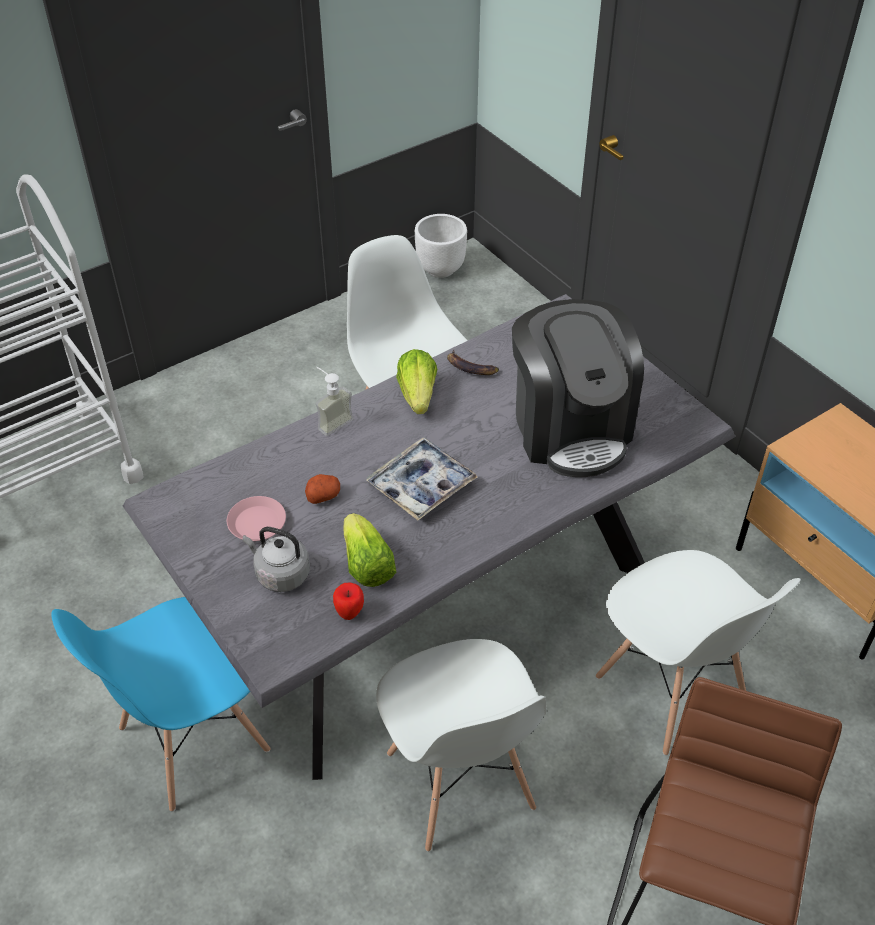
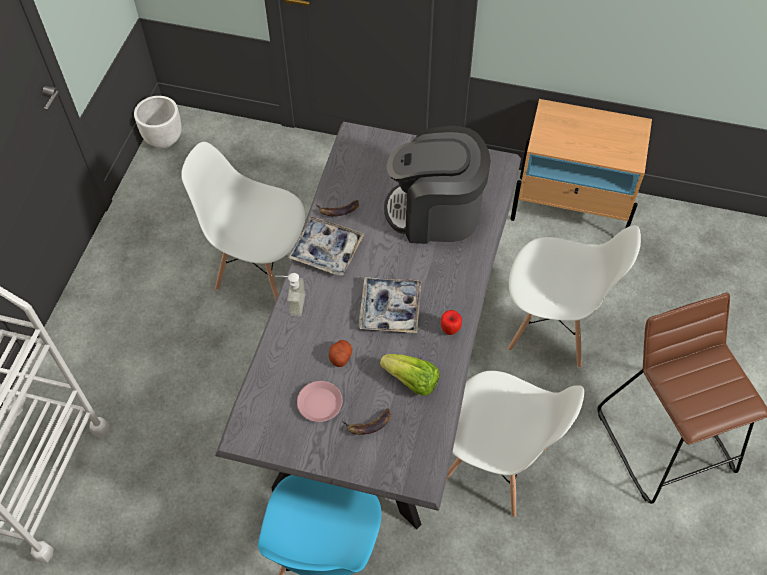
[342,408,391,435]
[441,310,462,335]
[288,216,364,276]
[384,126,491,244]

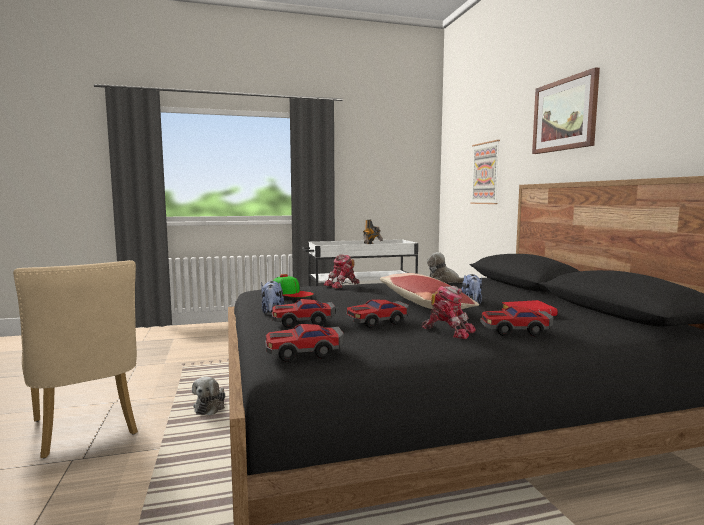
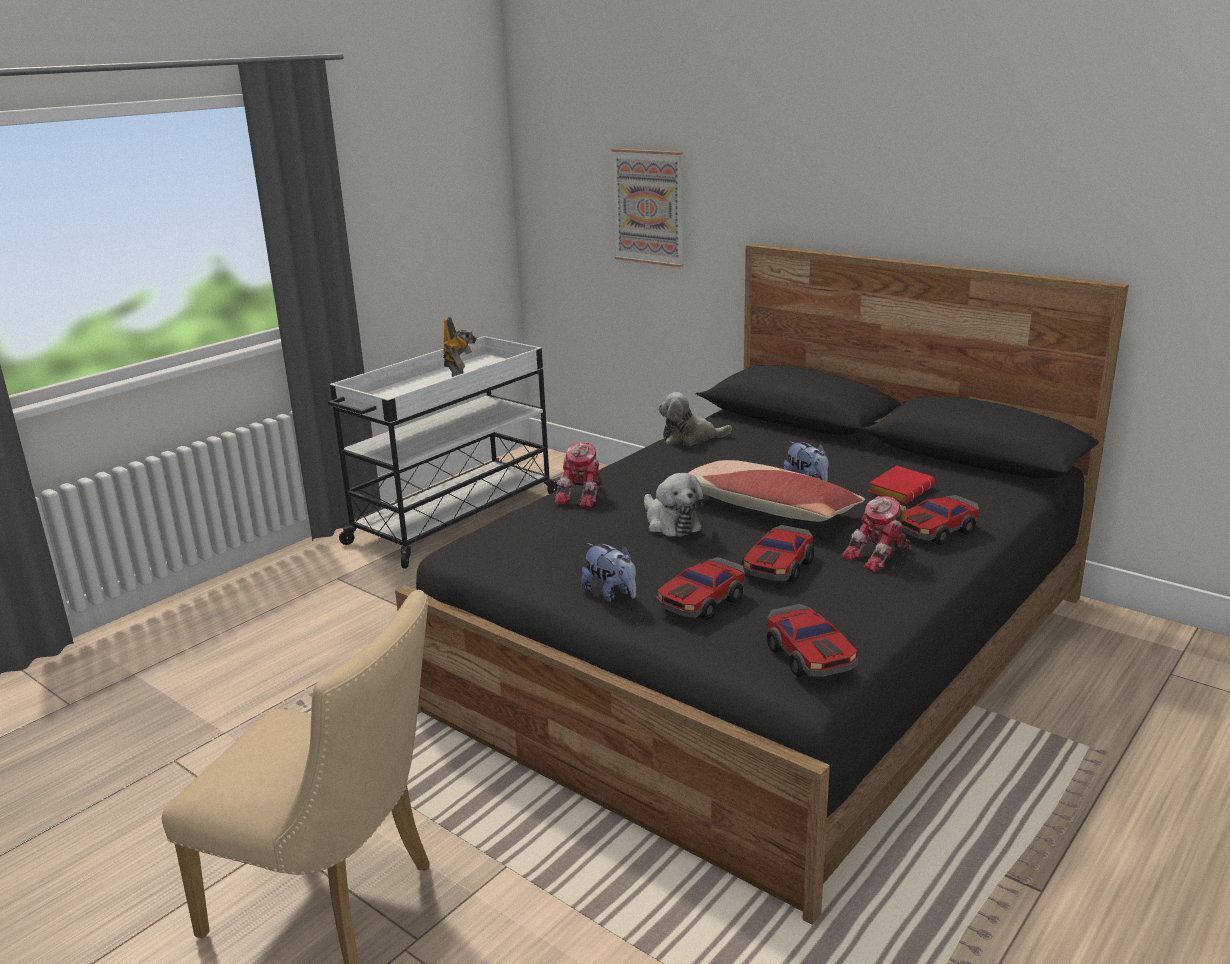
[644,473,704,537]
[767,604,859,677]
[272,274,314,298] (first image)
[841,496,912,572]
[532,67,600,154] (first image)

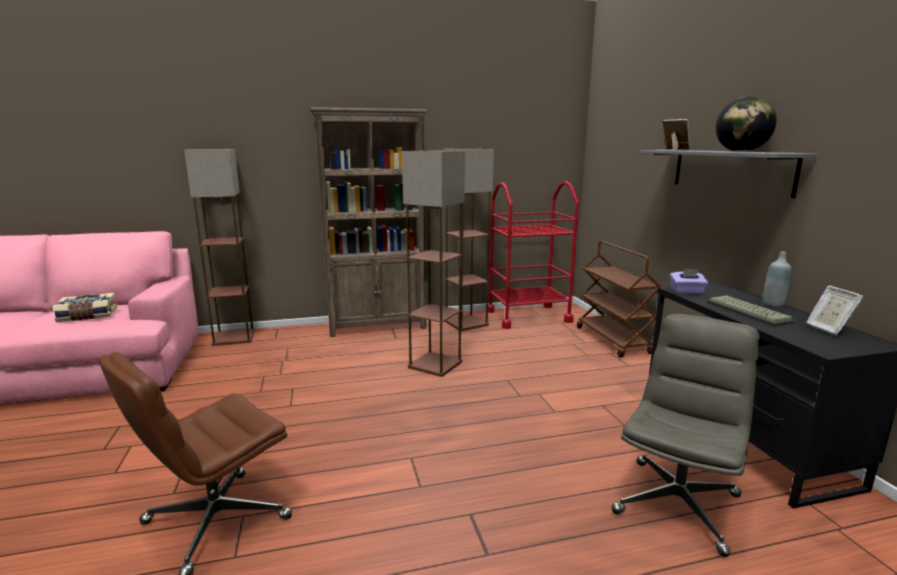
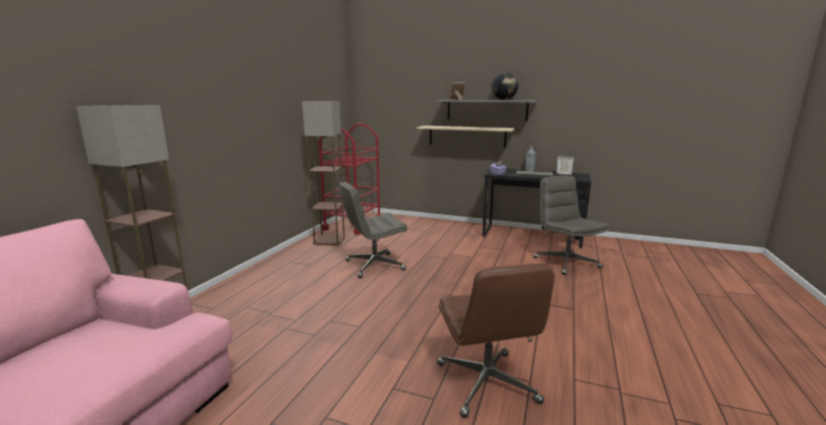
[53,293,117,322] (first image)
[311,107,427,337] (first image)
[339,182,407,278]
[577,241,661,358] (first image)
[417,126,515,148]

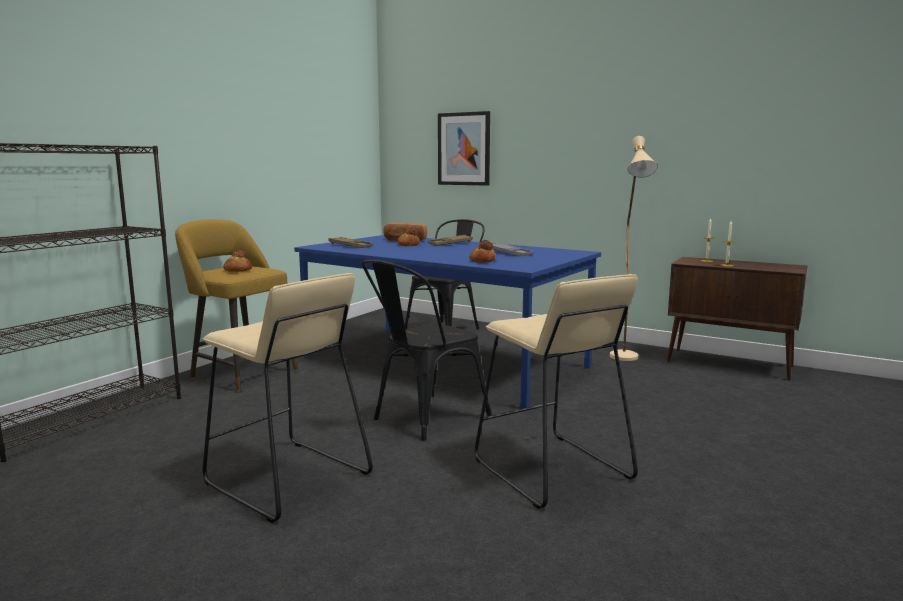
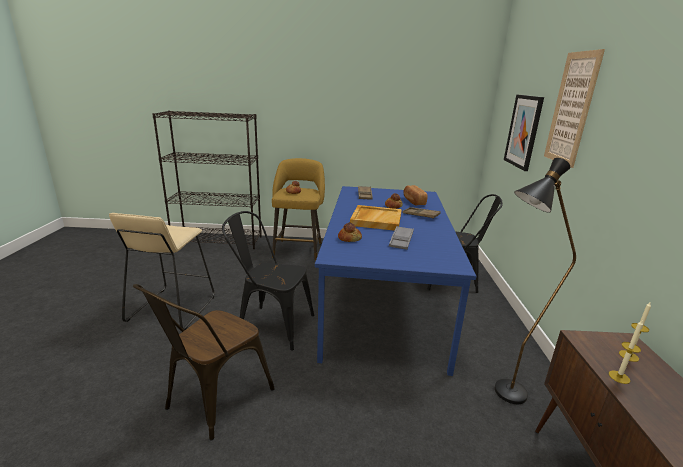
[133,284,274,441]
[495,158,576,404]
[350,205,402,231]
[544,49,605,168]

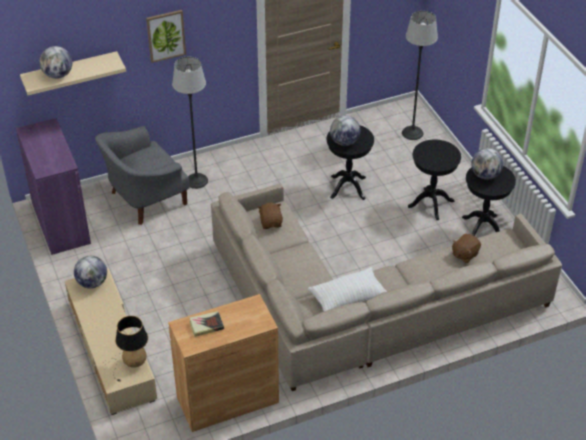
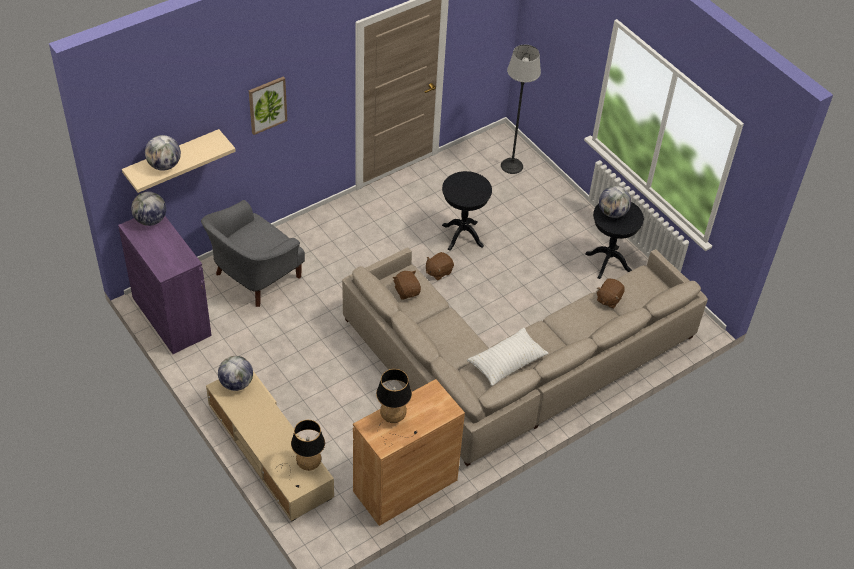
[172,57,208,189] (first image)
[376,369,418,445]
[131,191,166,226]
[408,140,461,220] (first image)
[426,252,454,280]

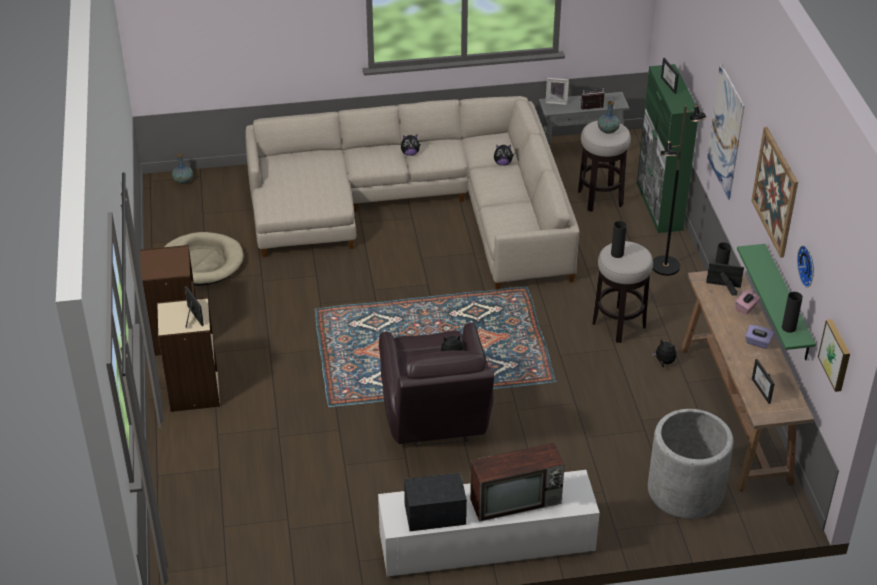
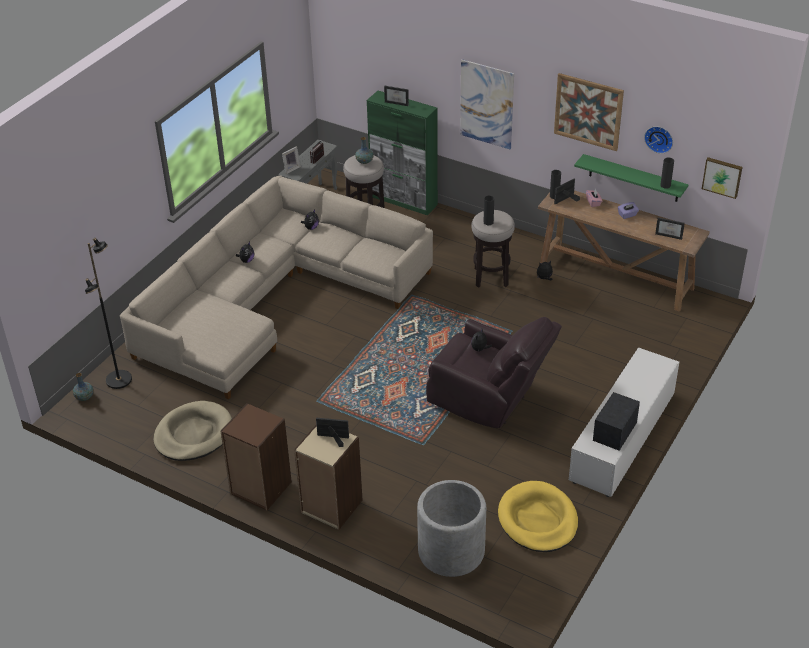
[470,443,565,522] (first image)
[417,480,486,577]
[85,237,132,389]
[498,481,578,552]

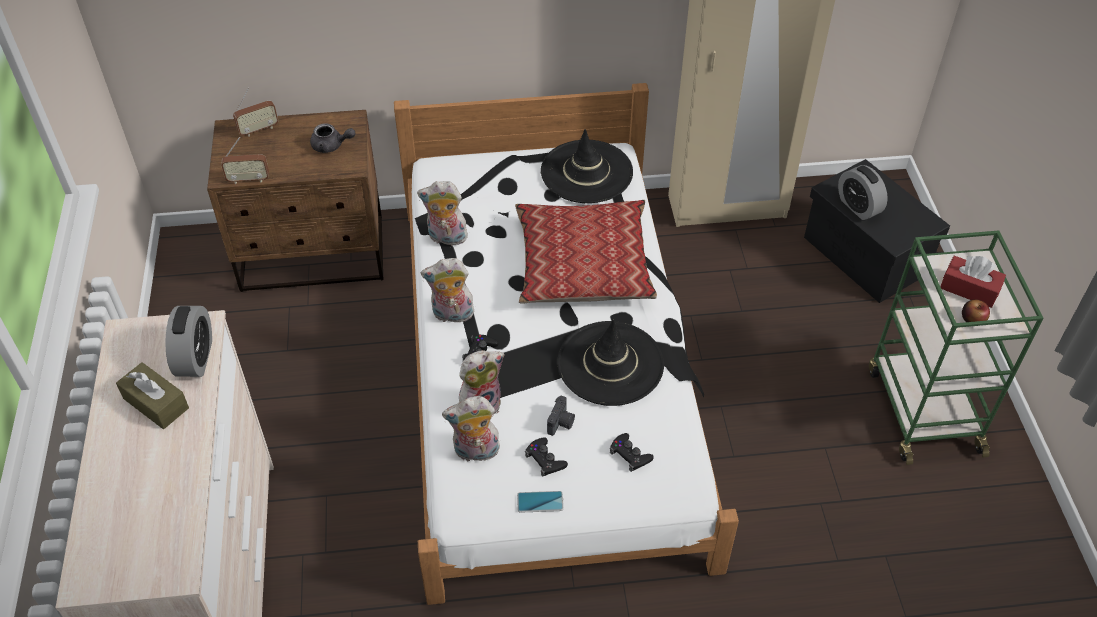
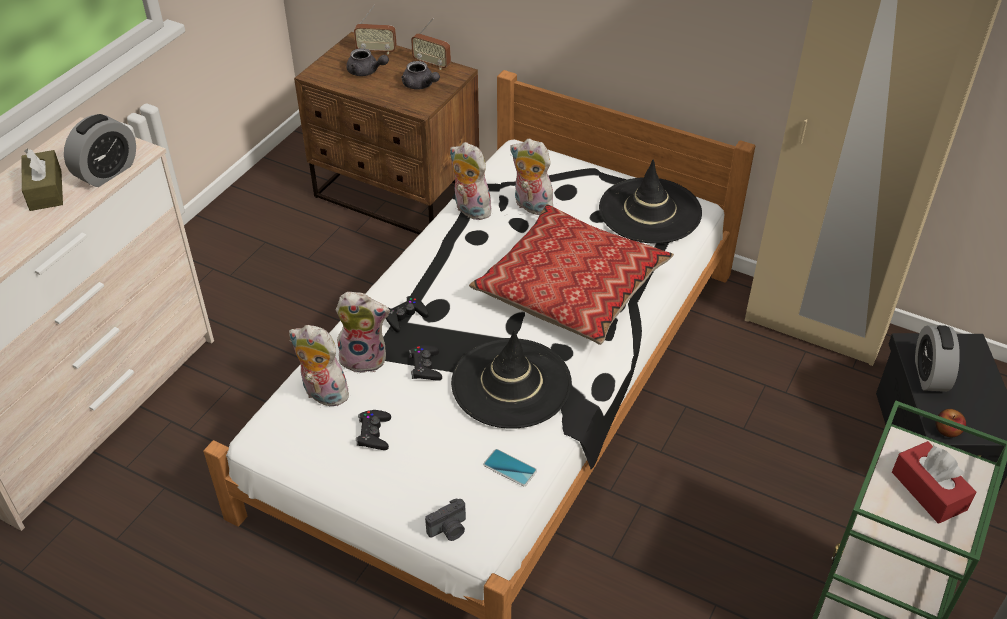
[411,18,451,70]
[510,139,553,215]
[483,449,537,486]
[425,498,466,541]
[409,345,442,381]
[935,409,966,437]
[346,48,389,76]

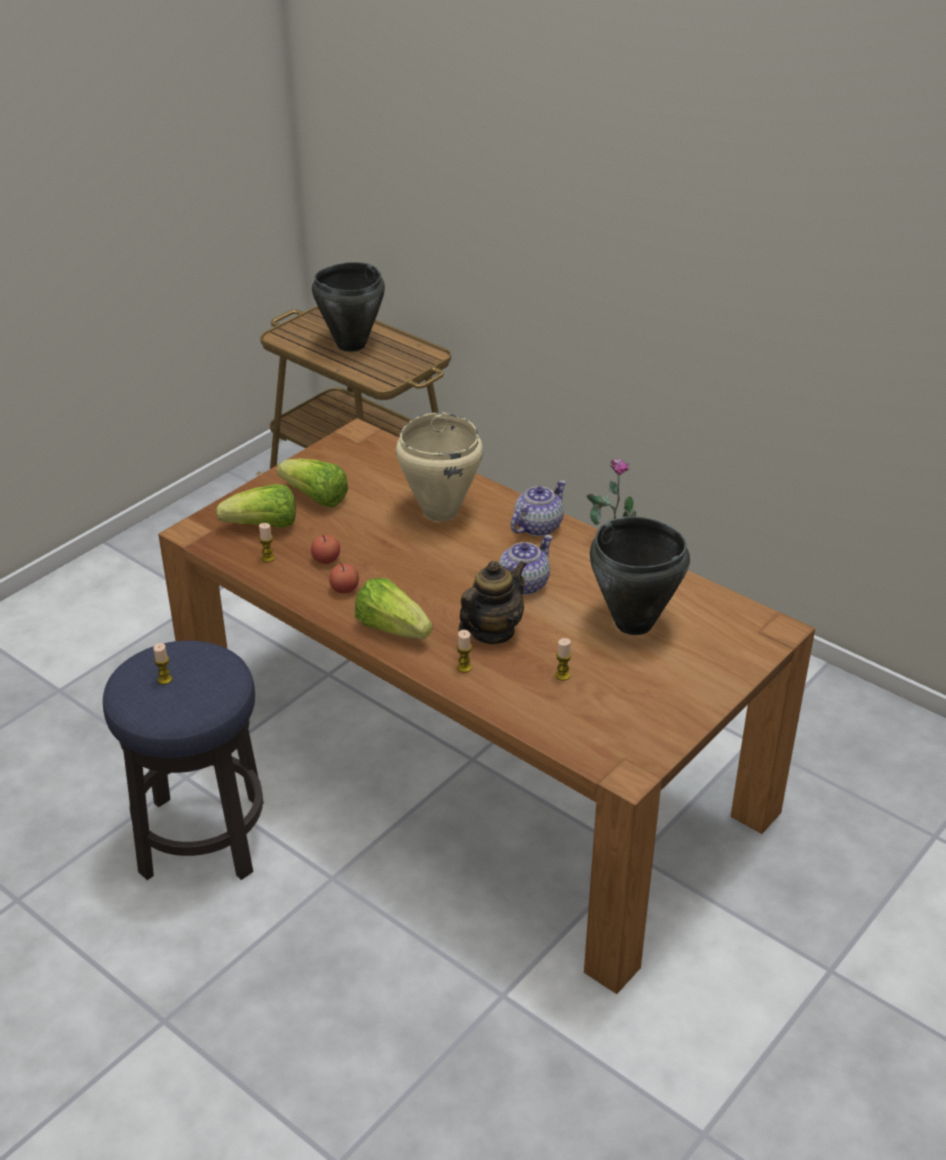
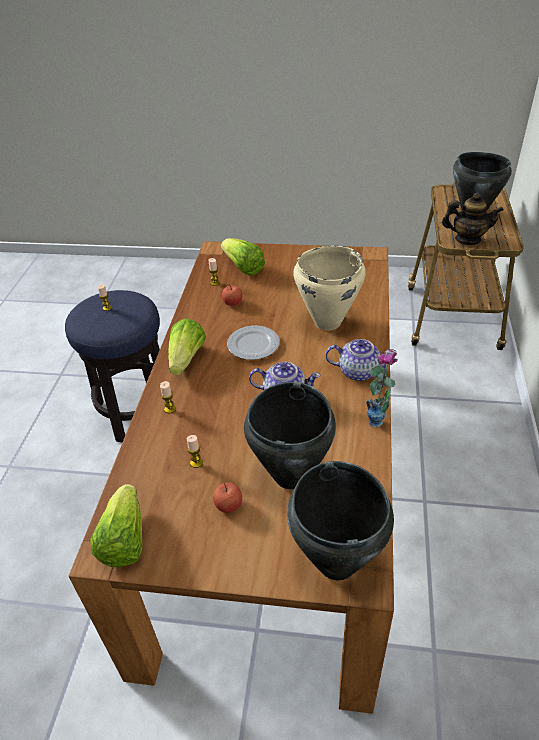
[90,484,142,567]
[213,483,242,513]
[442,193,504,245]
[227,326,280,360]
[287,461,394,580]

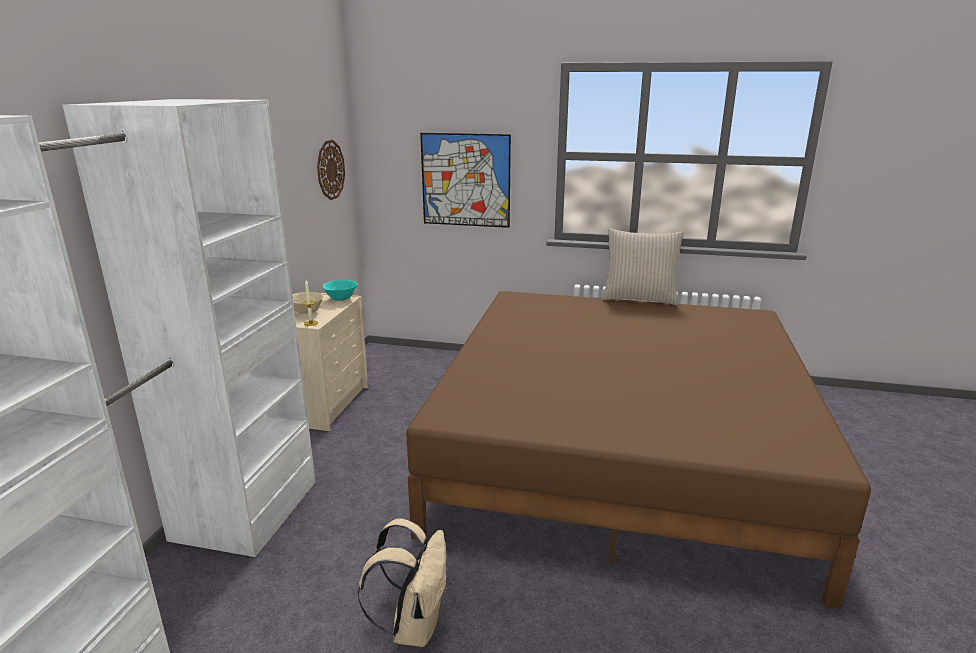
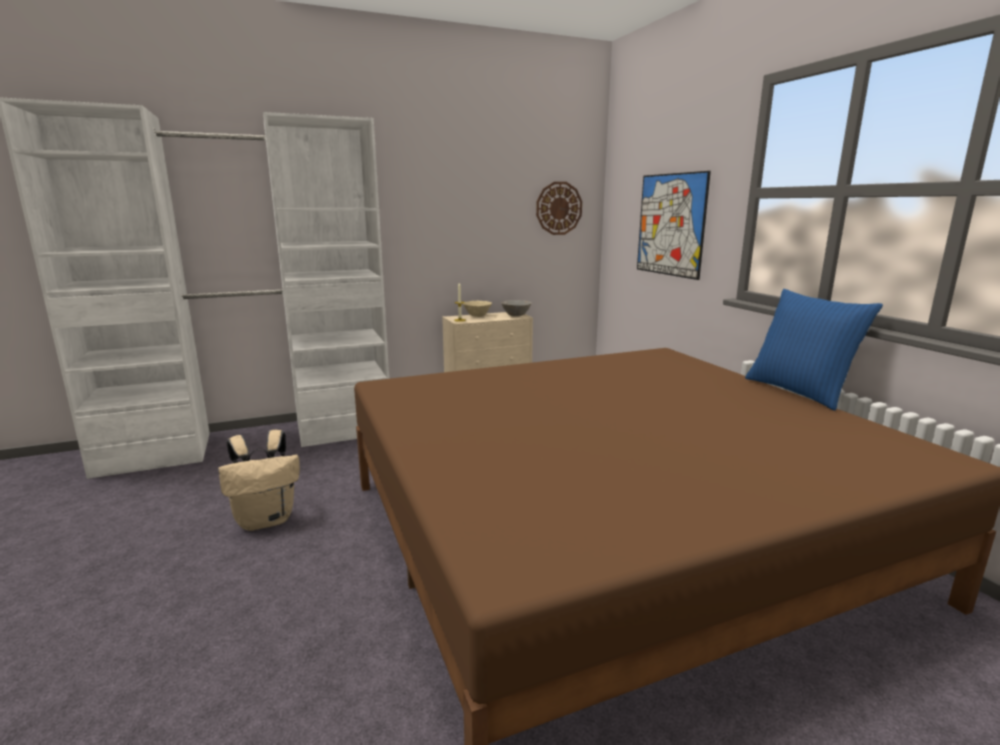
[501,300,532,316]
[745,289,883,411]

